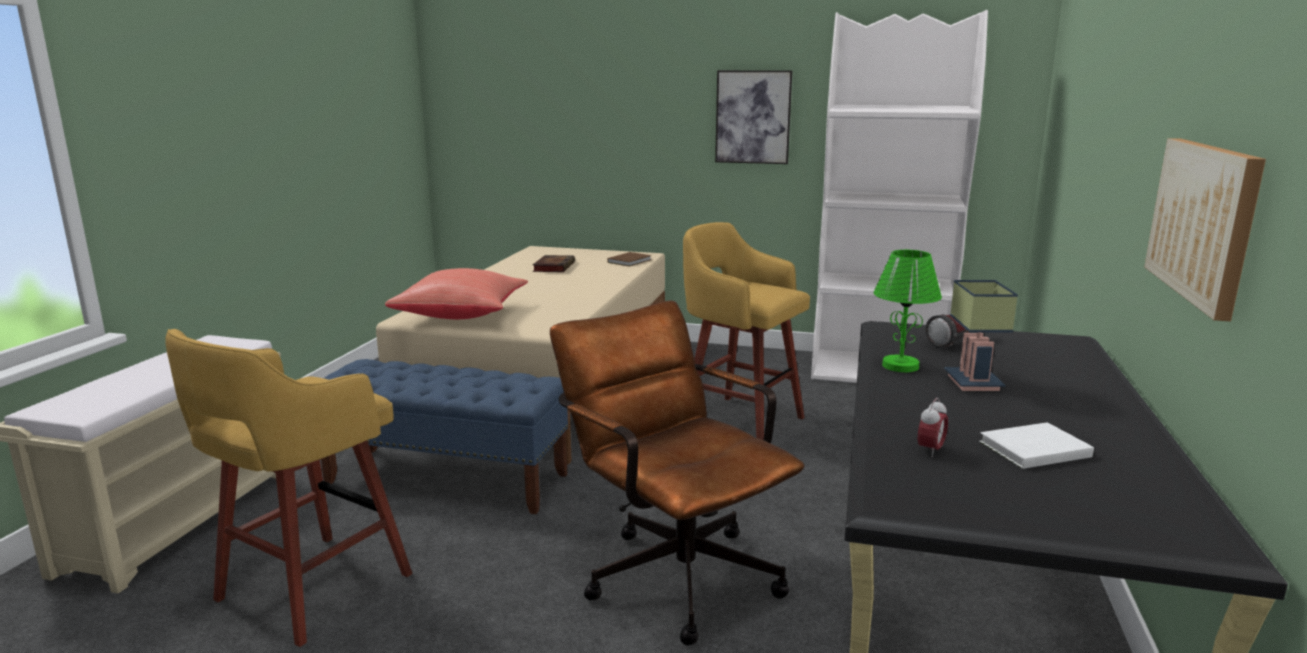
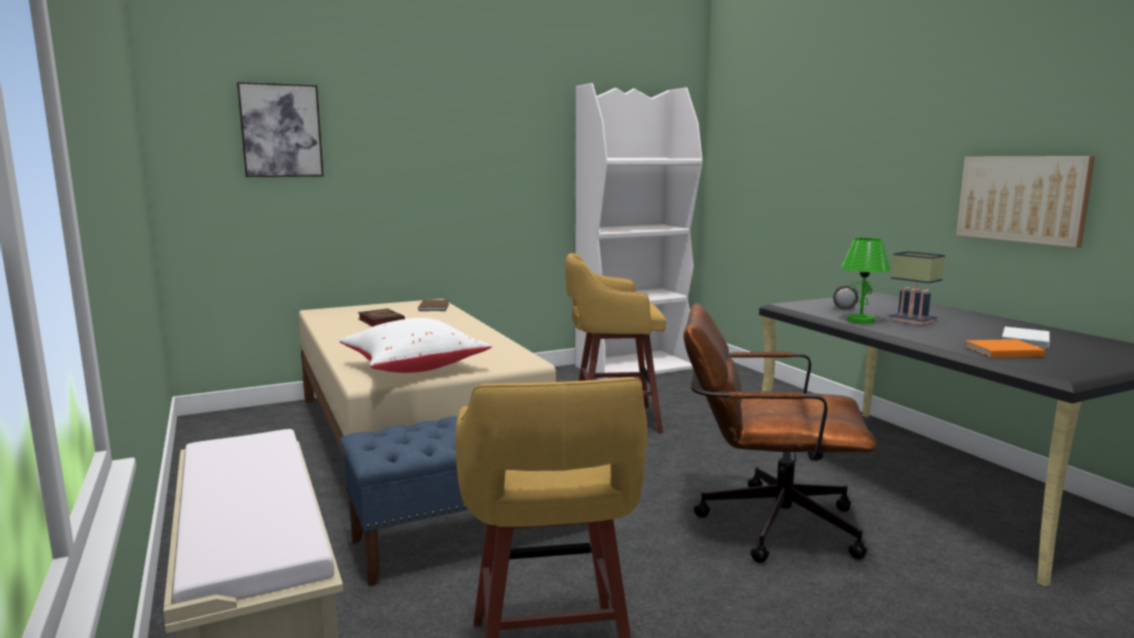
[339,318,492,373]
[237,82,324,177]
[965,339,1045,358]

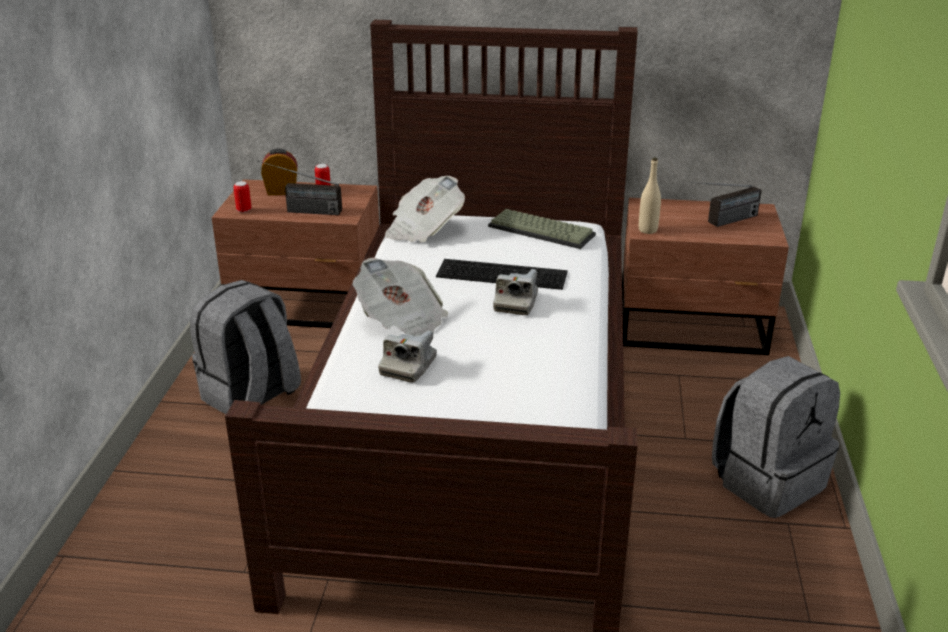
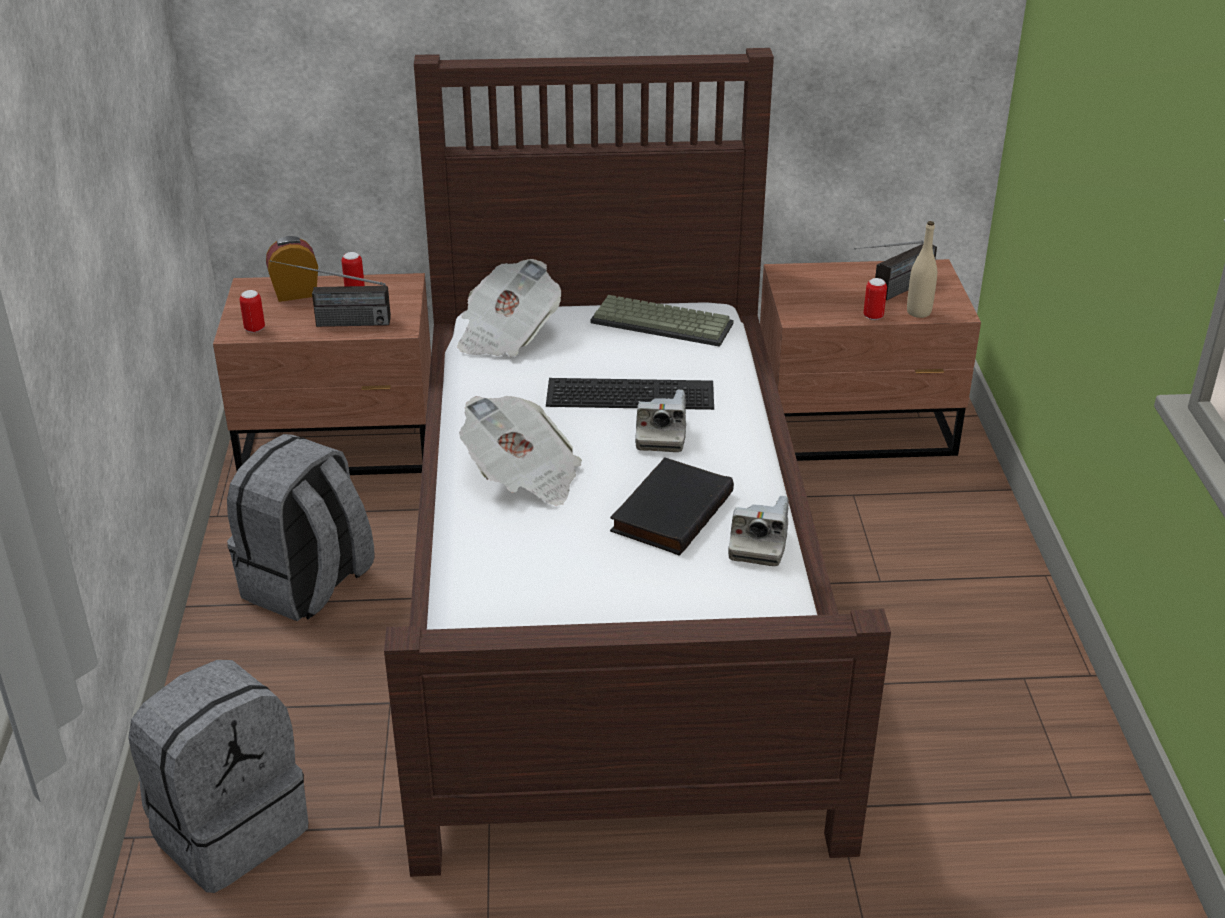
[728,496,789,566]
[907,221,937,318]
[128,660,308,893]
[610,458,734,556]
[863,278,887,320]

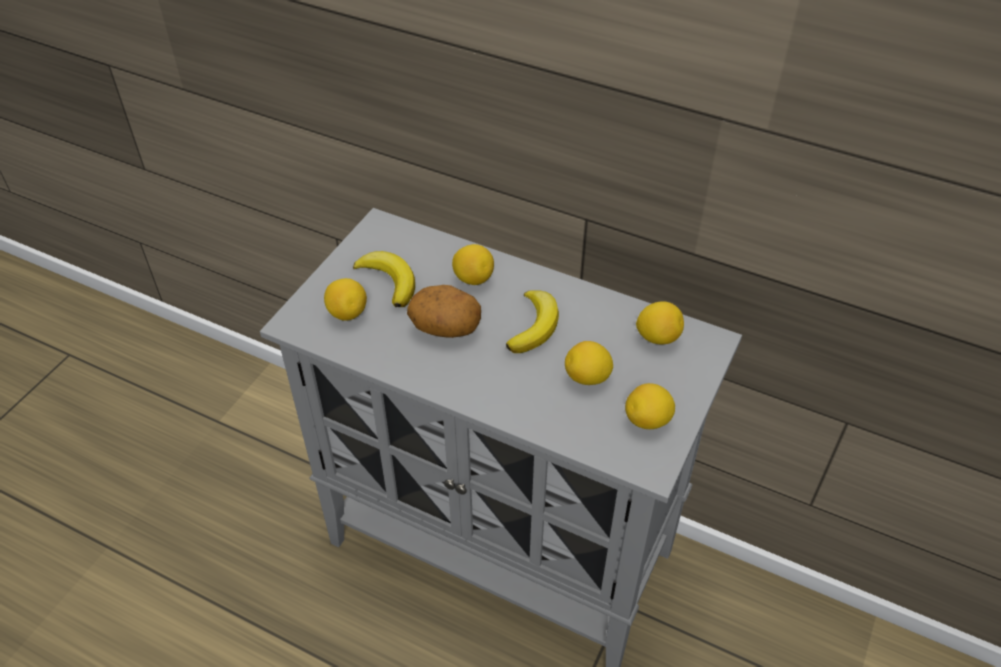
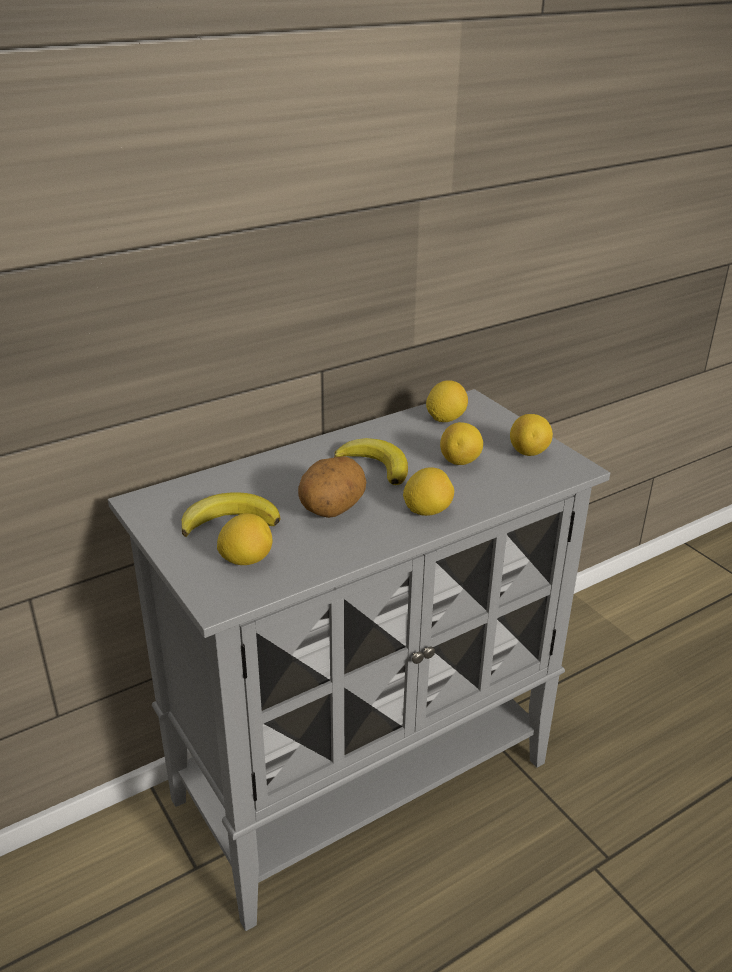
[403,467,454,516]

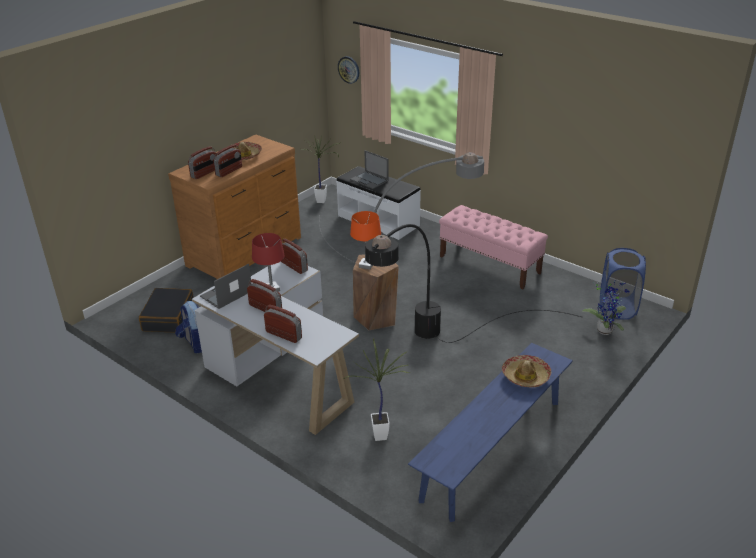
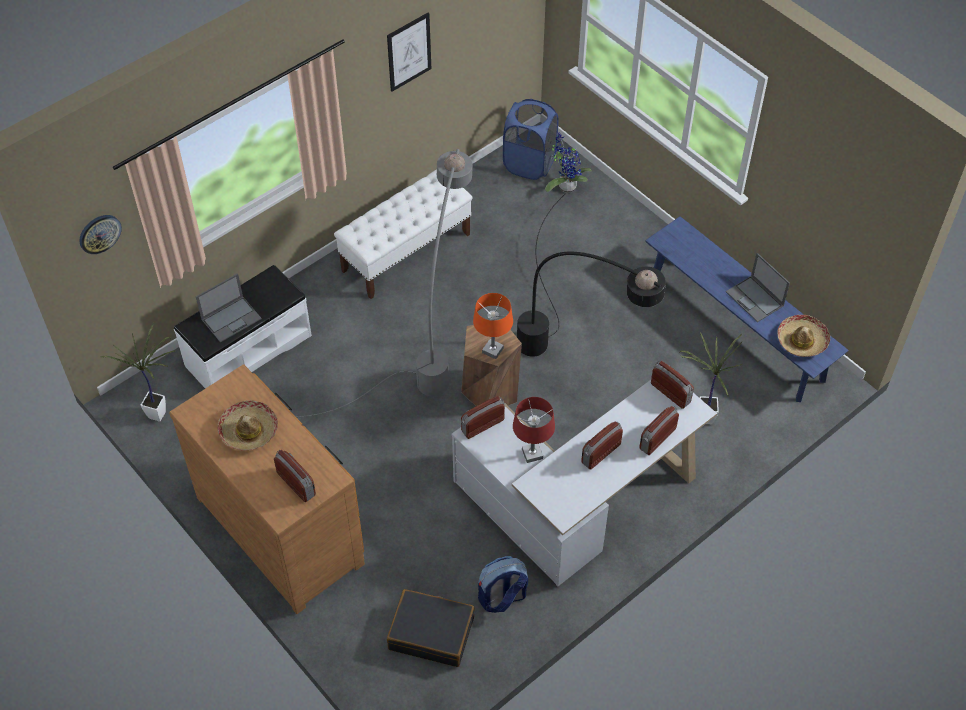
[726,253,790,322]
[651,361,694,409]
[334,169,473,299]
[777,315,830,357]
[387,12,431,92]

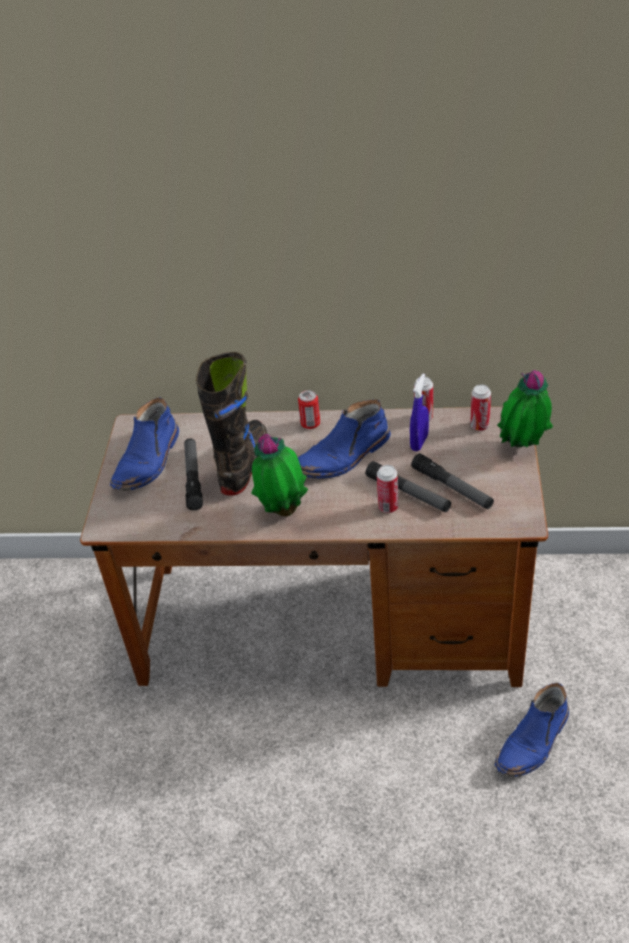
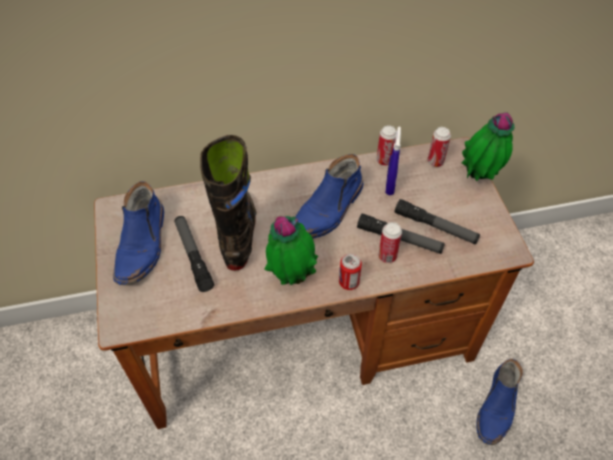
[339,254,362,290]

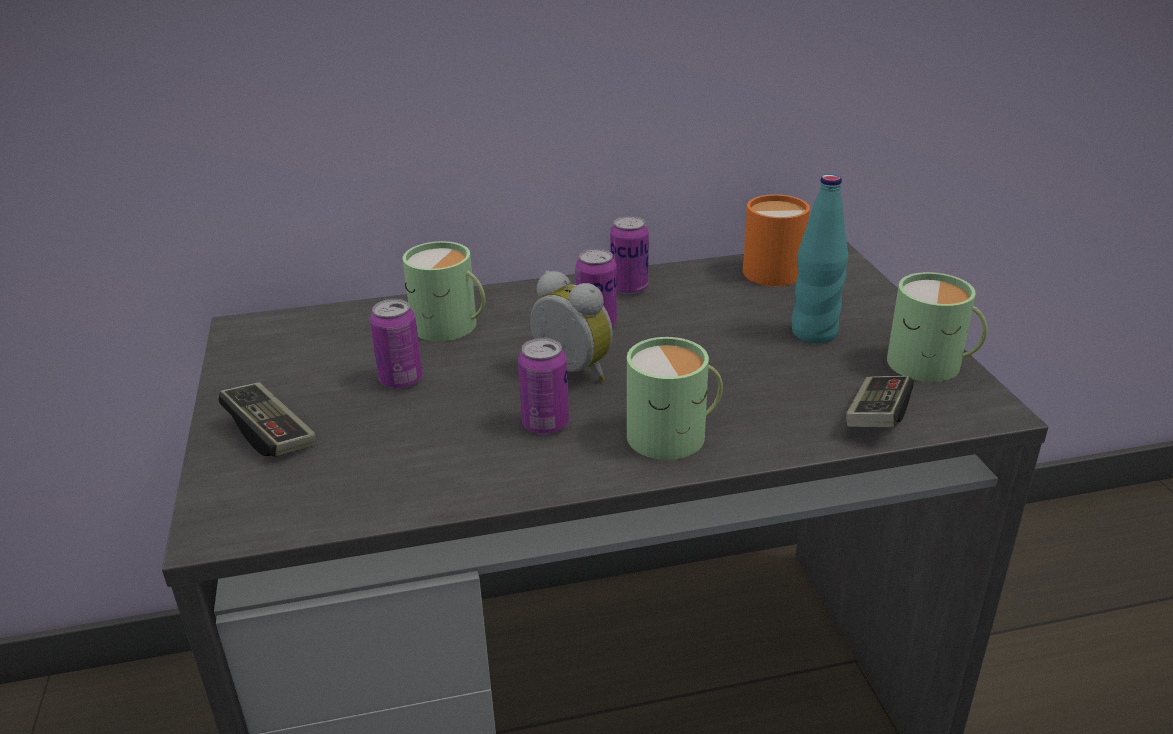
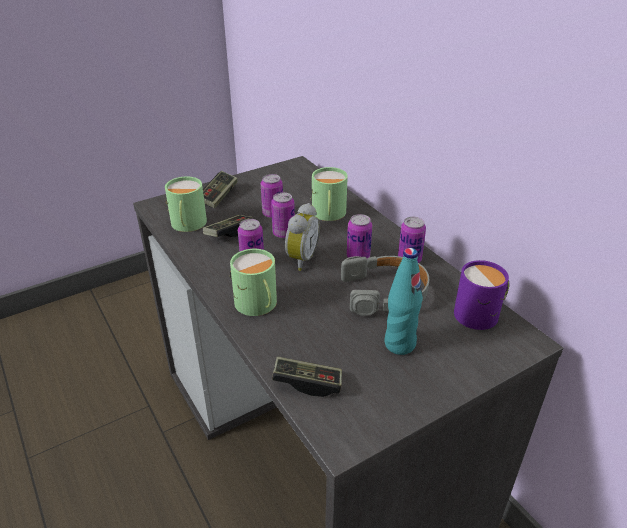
[454,260,509,330]
[165,176,207,232]
[203,215,253,237]
[271,192,295,238]
[341,256,429,316]

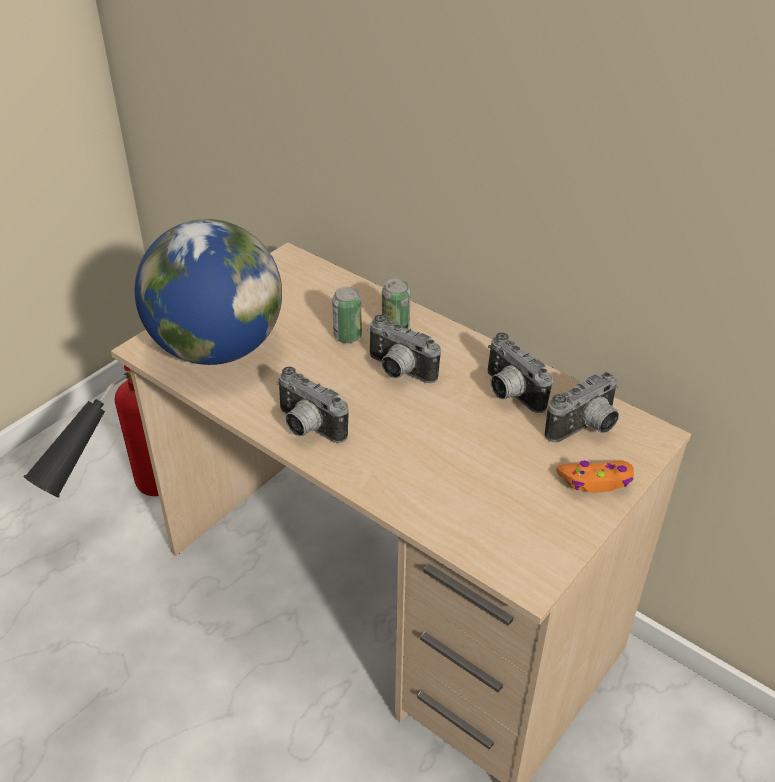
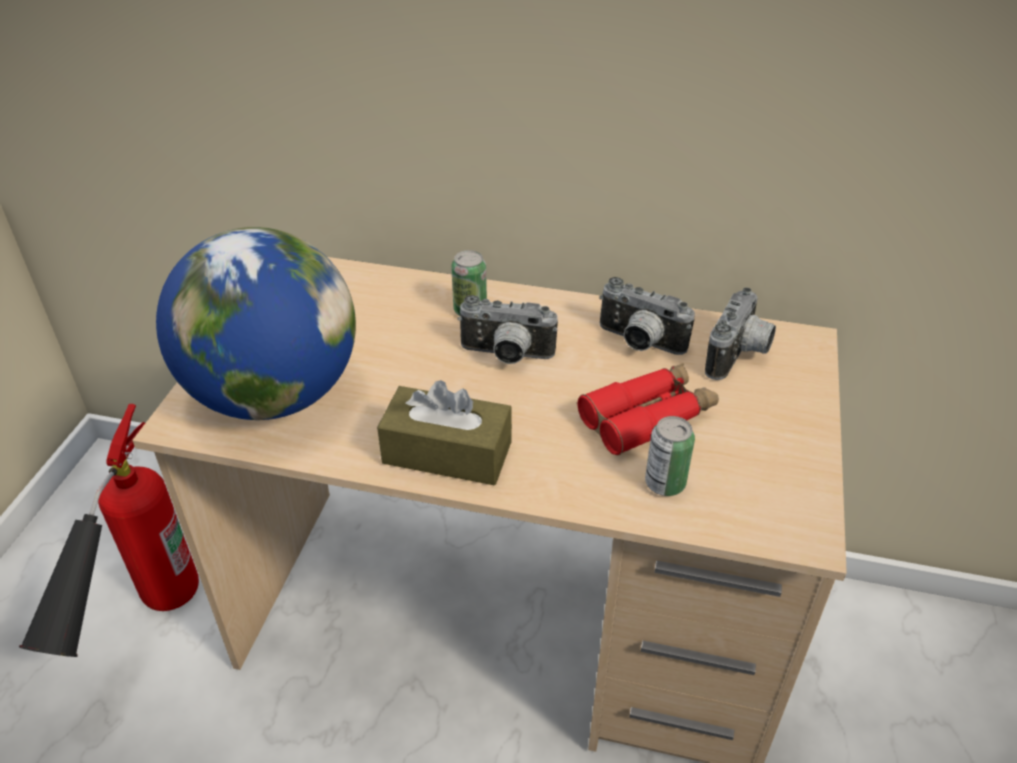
[377,380,512,485]
[645,416,695,496]
[556,460,634,493] (first image)
[578,363,719,456]

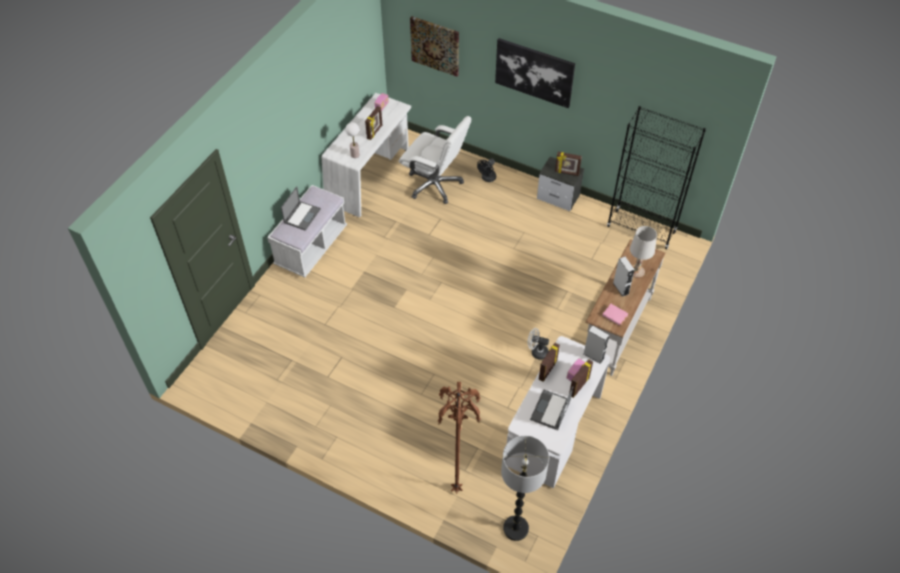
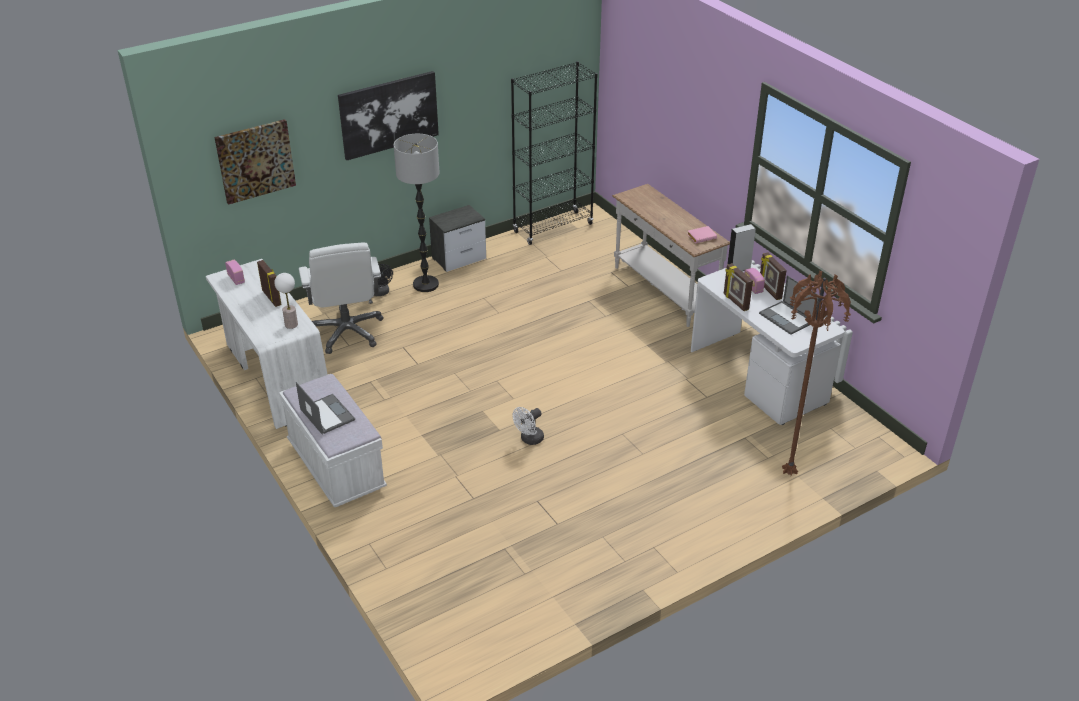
[299,242,384,354]
[394,134,440,292]
[512,407,544,445]
[555,152,582,176] (first image)
[613,256,635,297] (first image)
[630,226,657,278] (first image)

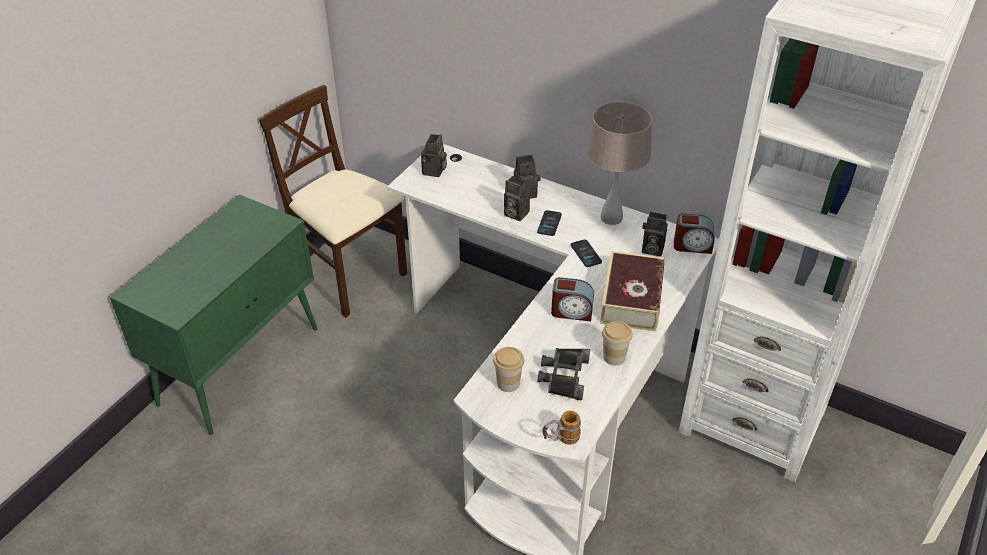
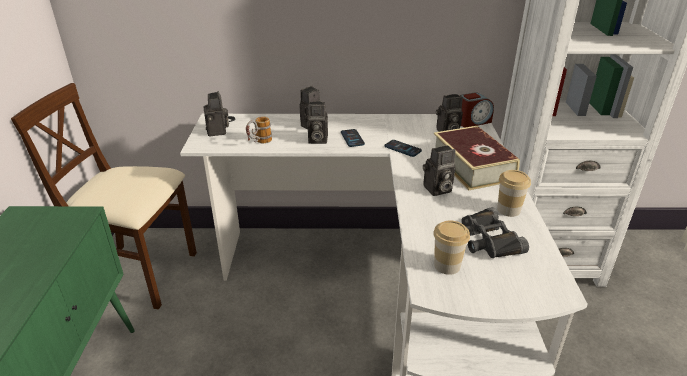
[246,117,272,143]
[423,145,456,196]
[586,102,652,225] (first image)

